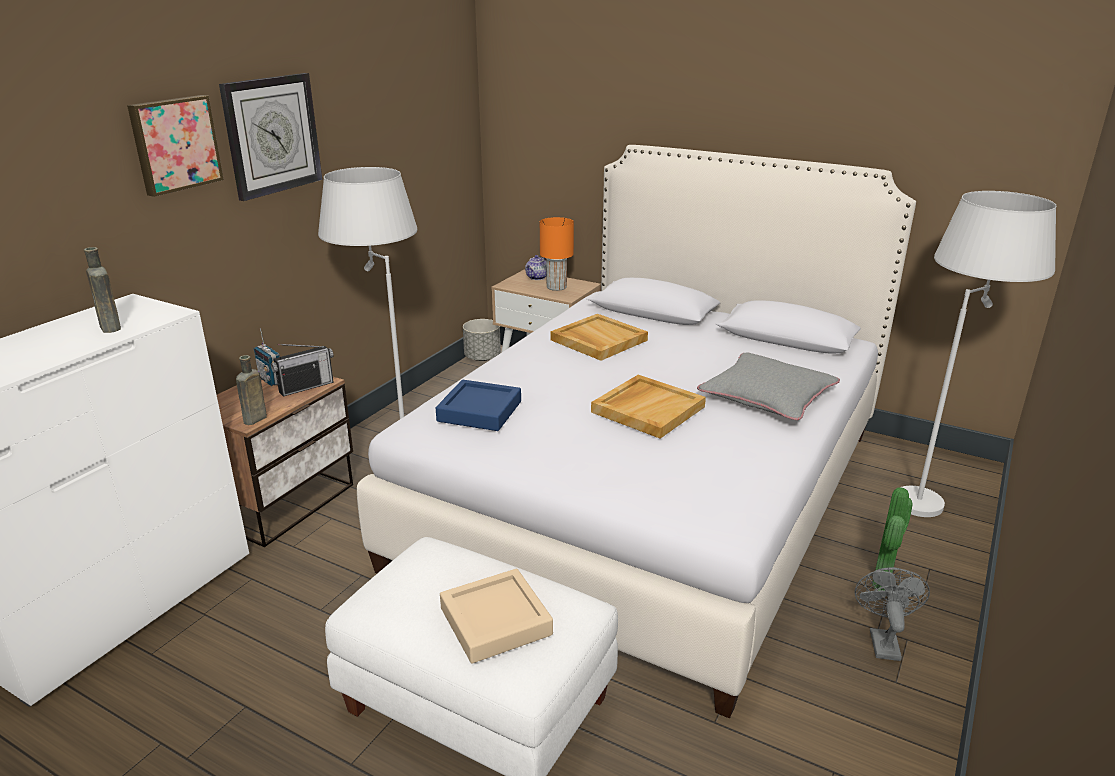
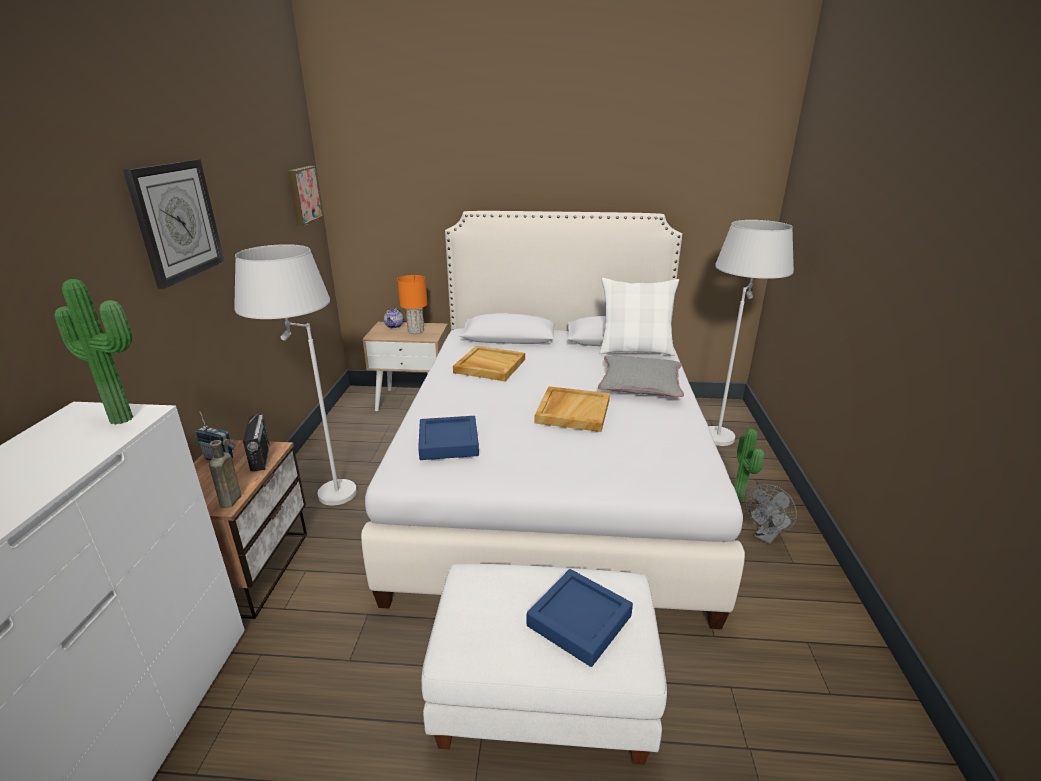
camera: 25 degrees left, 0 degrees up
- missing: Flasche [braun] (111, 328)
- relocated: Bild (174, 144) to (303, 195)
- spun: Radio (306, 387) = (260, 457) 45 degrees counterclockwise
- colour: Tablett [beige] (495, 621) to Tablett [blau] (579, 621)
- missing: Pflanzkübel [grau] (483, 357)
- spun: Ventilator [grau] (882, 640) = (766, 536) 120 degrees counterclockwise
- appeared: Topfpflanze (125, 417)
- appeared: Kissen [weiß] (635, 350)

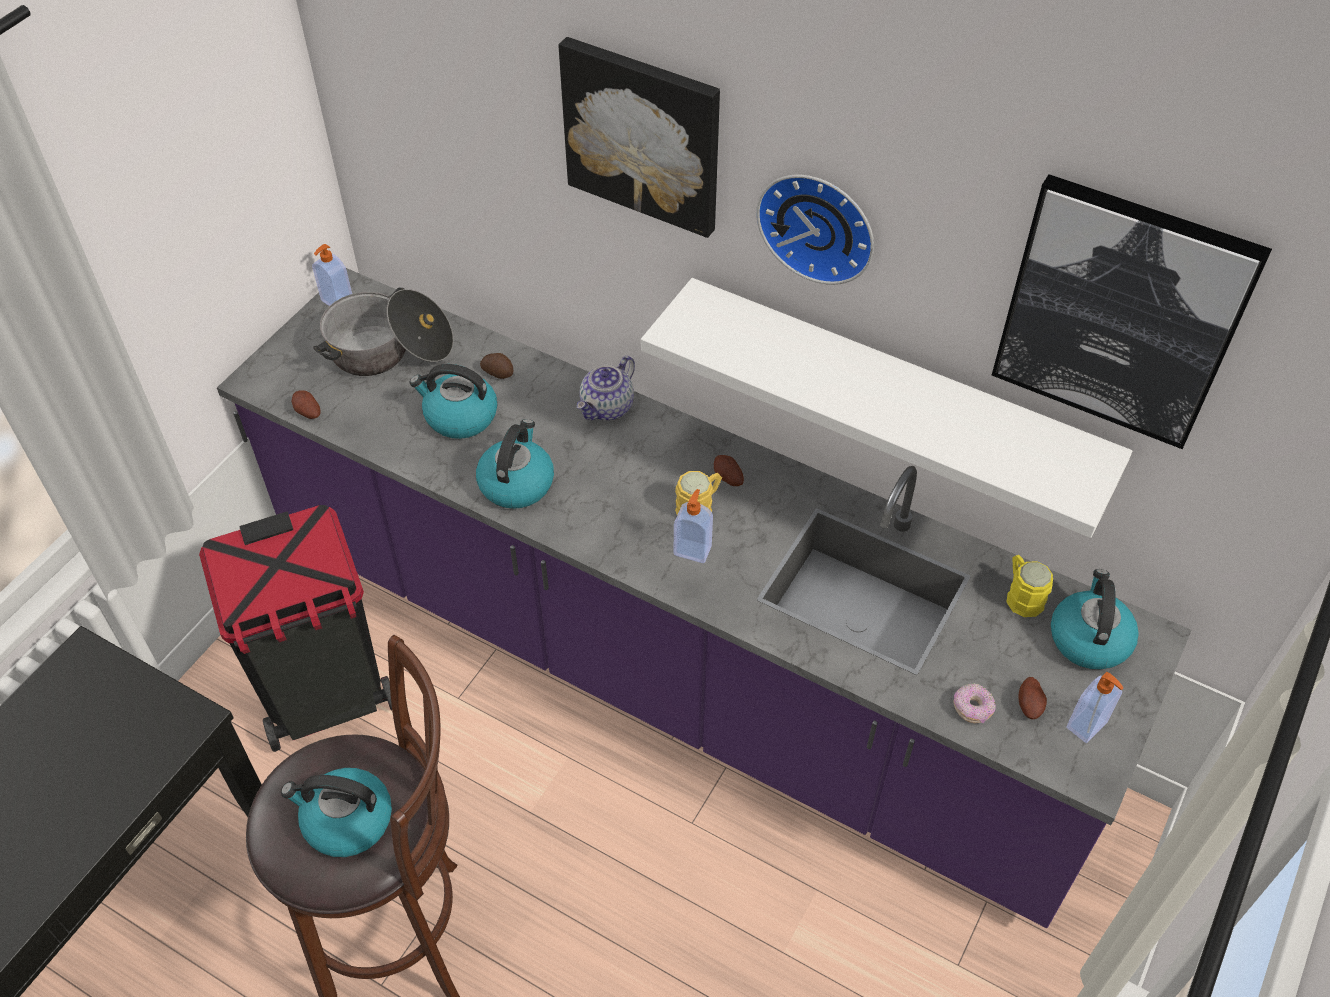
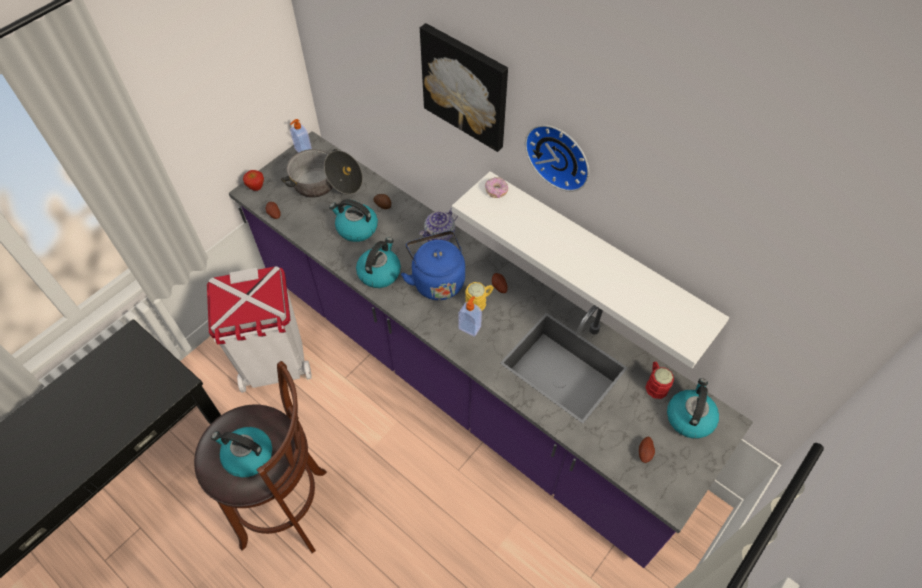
camera: 10 degrees right, 5 degrees up
- colour: Mülleimer [schwarz] (326, 695) to Mülleimer [weiß] (275, 365)
- relocated: Donut (972, 708) to (496, 191)
- missing: Bild (1121, 312)
- colour: Henkelbecher [gelb] (1021, 595) to Henkelbecher [rot] (655, 384)
- missing: Seifenspender (1087, 726)
- appeared: Apfel (256, 188)
- appeared: Wasserkessel [blau] (437, 280)

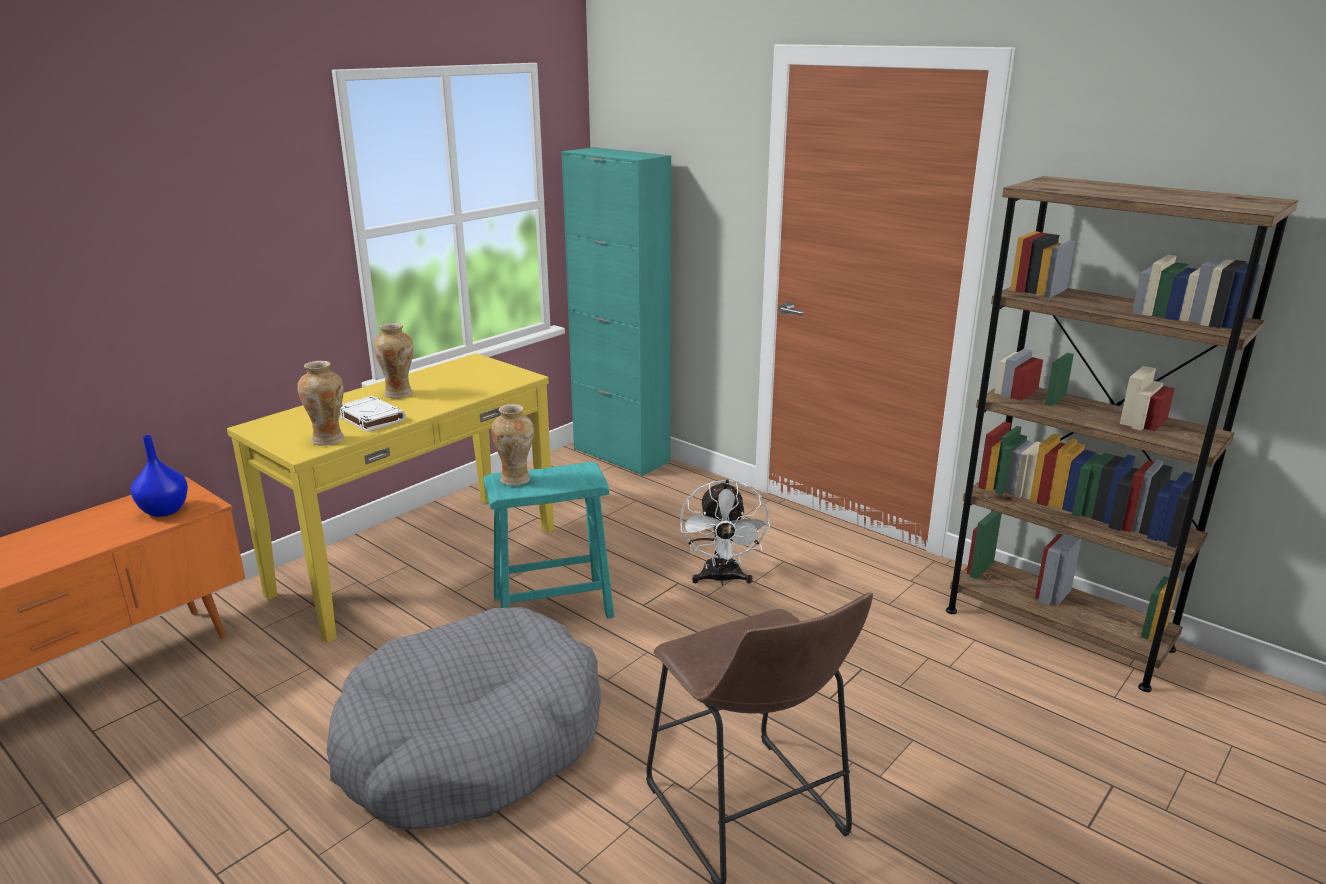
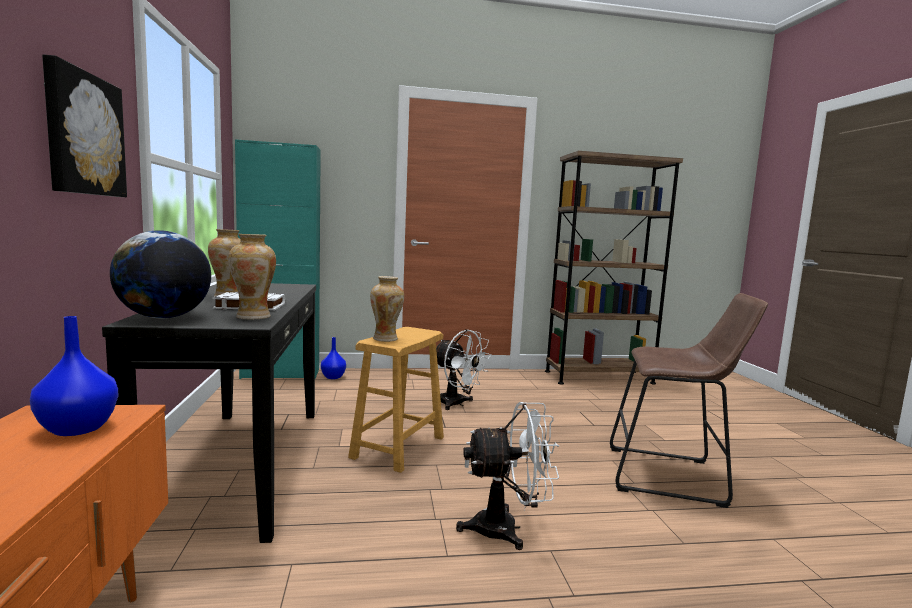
camera: 50 degrees left, 15 degrees down
- colour: Konsolentisch [gelb] (417, 560) to Konsolentisch [schwarz] (241, 465)
- exchanged: Hundebett [grau] (471, 742) to Ventilator [weiß] (507, 528)
- colour: Hocker [türkis] (552, 606) to Hocker [braun] (398, 447)
- appeared: Bild (83, 134)
- appeared: Globus (164, 317)
- appeared: Vase [blau] (333, 377)

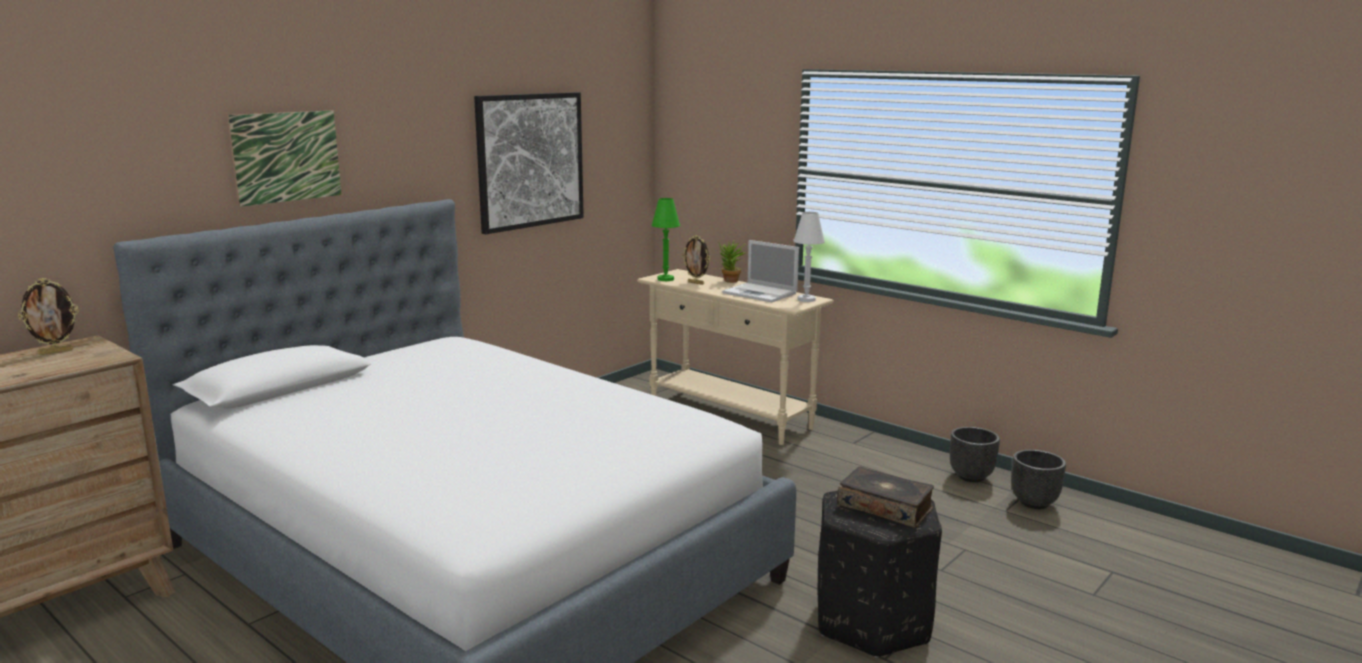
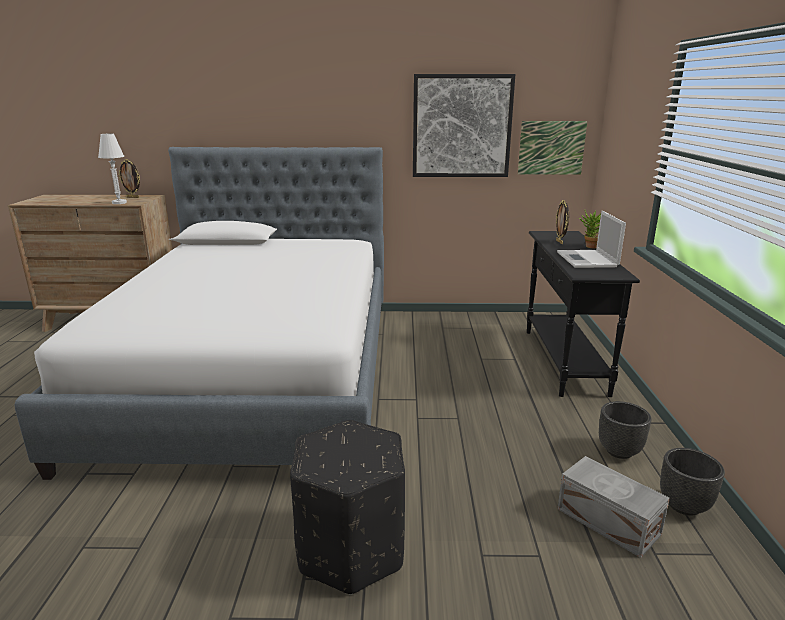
camera: 50 degrees right, 5 degrees up
- relocated: Bild (286, 157) to (551, 148)
- colour: Konsolentisch [beige] (730, 416) to Konsolentisch [schwarz] (564, 361)
- missing: Tischlampe [grün] (665, 279)
- relocated: Tischlampe [weiß] (806, 299) to (119, 203)
- missing: Buch (885, 507)
- relocated: Pflanzkübel [schwarz] (1034, 503) to (620, 451)
- appeared: Aufbewahrungsbox [grau] (608, 522)

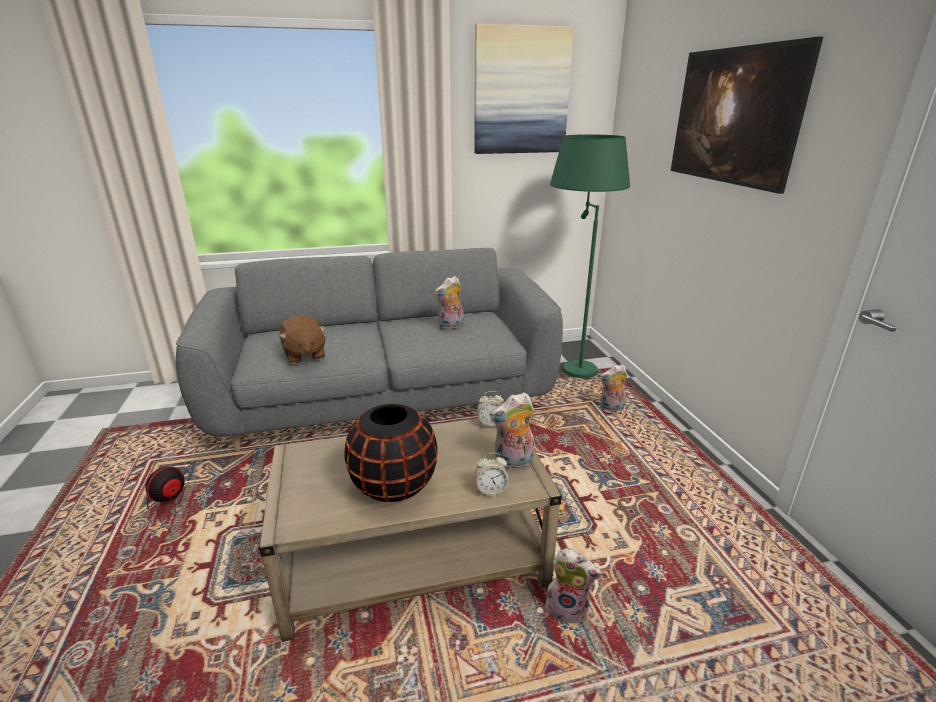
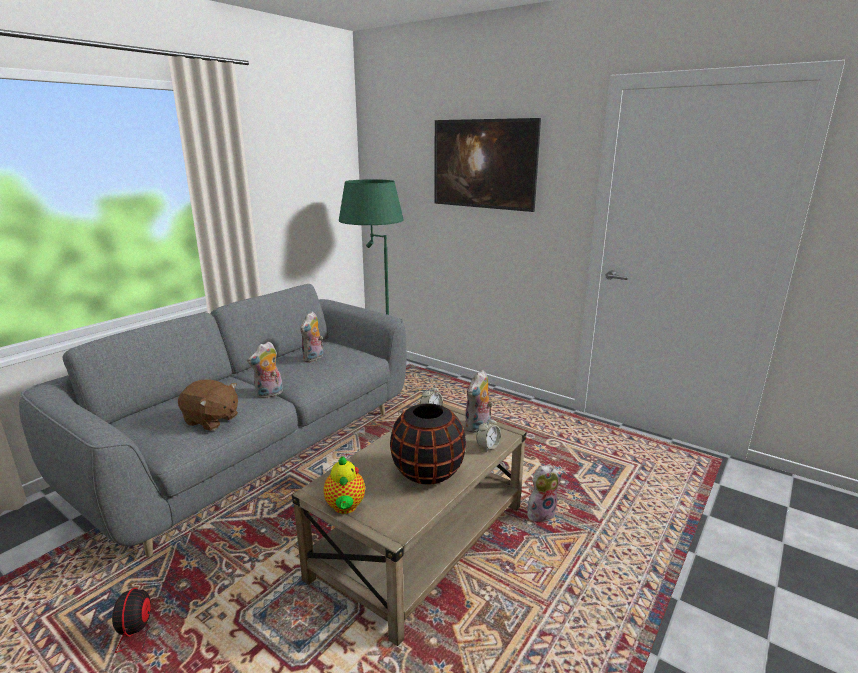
camera: 40 degrees left, 5 degrees down
- missing: Bild (521, 92)
- relocated: Plüschtier (611, 409) to (269, 395)
- appeared: Teekanne (345, 507)

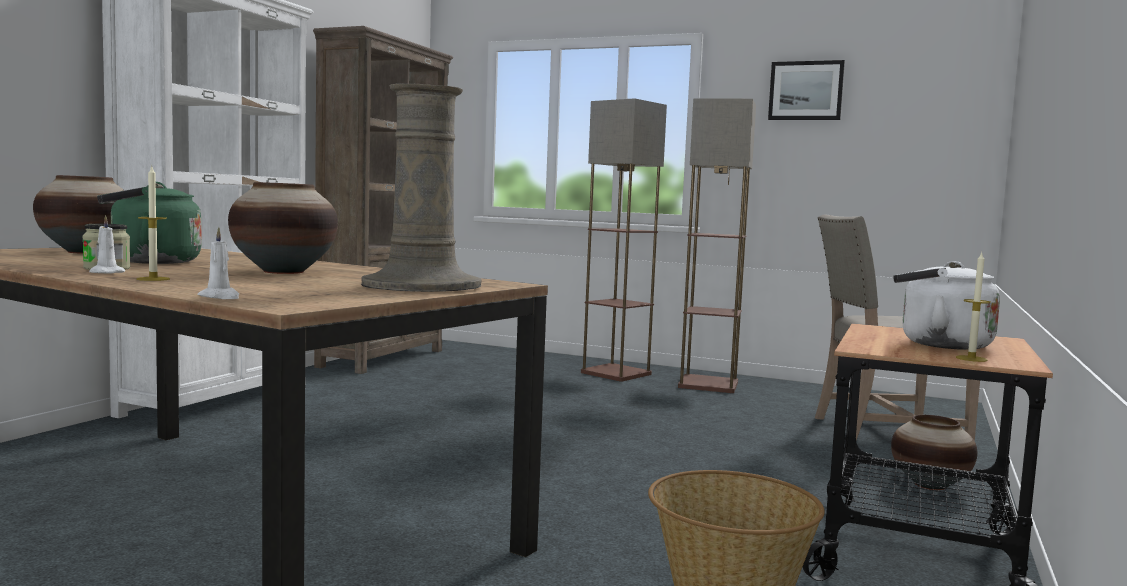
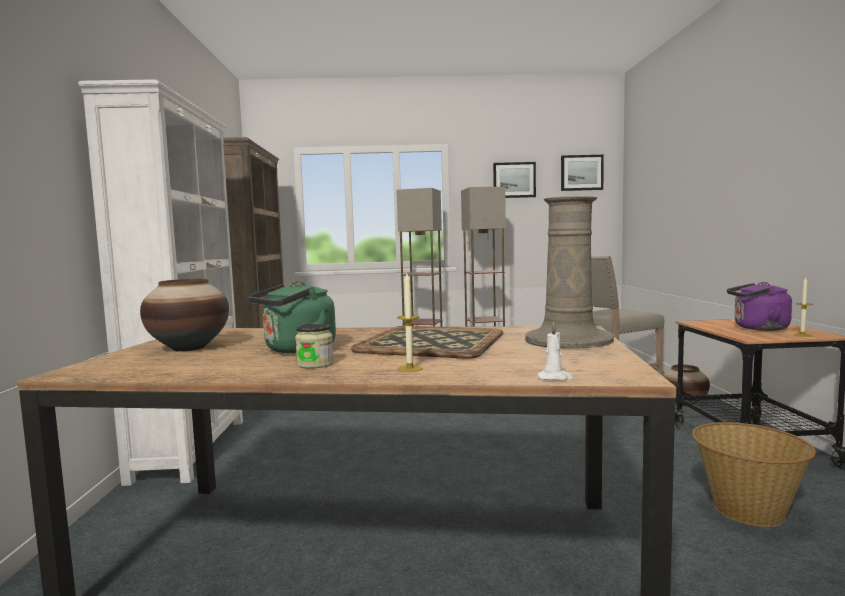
camera: 25 degrees left, 0 degrees up
- missing: Kerze [weiß] (105, 273)
- exchanged: Vase (283, 272) to Tablett (430, 343)
- colour: Wasserkessel [weiß] (939, 344) to Wasserkessel [lila] (757, 328)
- appeared: Bild (581, 173)

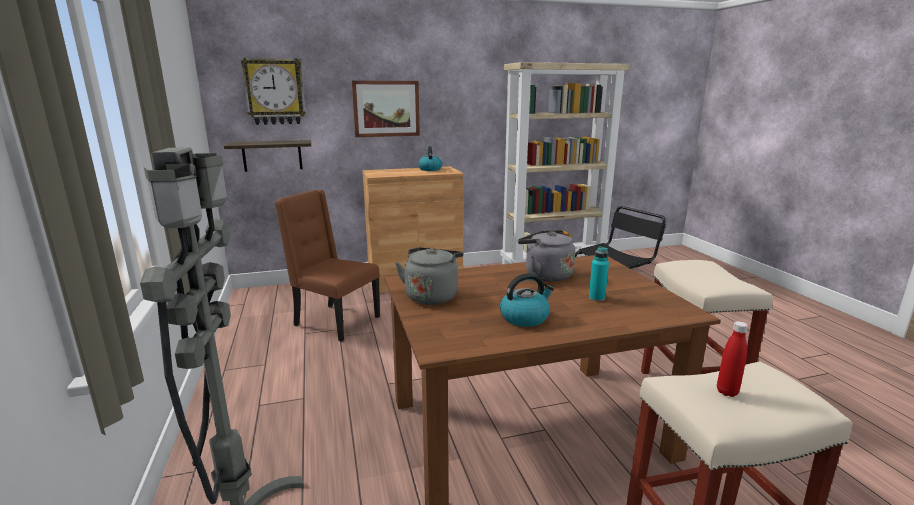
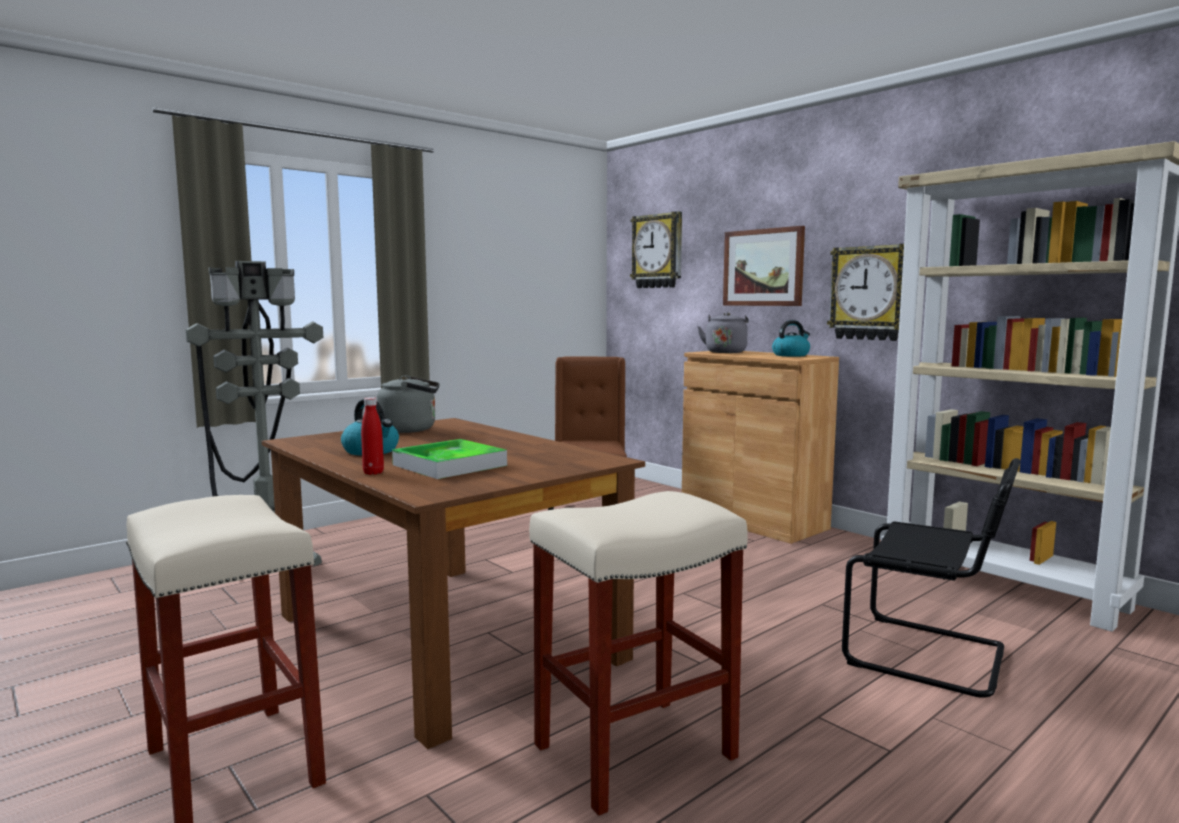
camera: 65 degrees right, 10 degrees down
- missing: Wandregal (272, 155)
- relocated: Wasserkessel [grau] (545, 275) to (725, 352)
- exchanged: Flasche [türkis] (596, 298) to Tablett (449, 465)
- relocated: Flasche [rot] (727, 392) to (373, 473)
- appeared: Wanduhr (870, 293)

